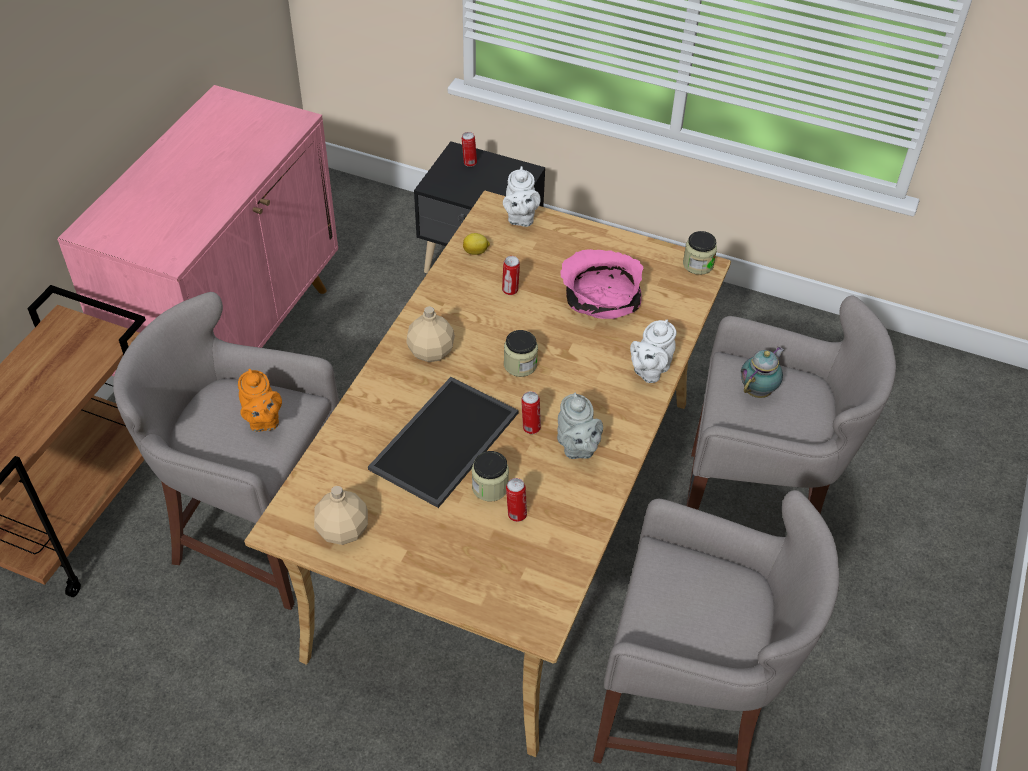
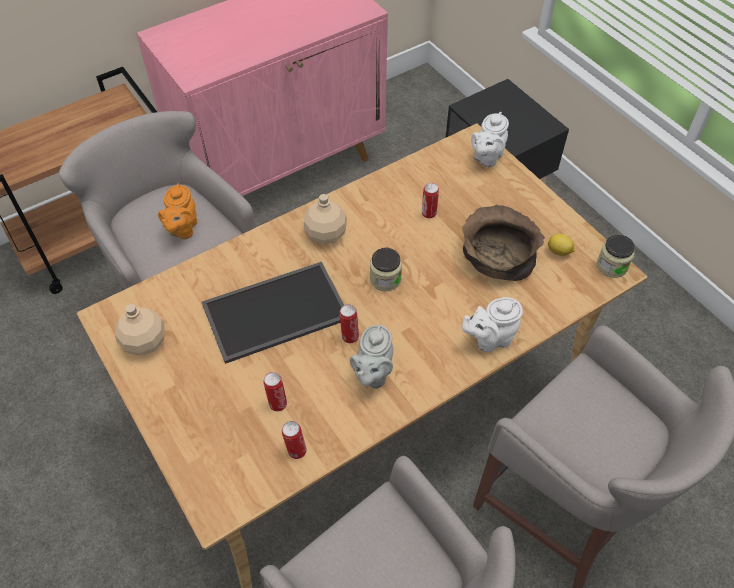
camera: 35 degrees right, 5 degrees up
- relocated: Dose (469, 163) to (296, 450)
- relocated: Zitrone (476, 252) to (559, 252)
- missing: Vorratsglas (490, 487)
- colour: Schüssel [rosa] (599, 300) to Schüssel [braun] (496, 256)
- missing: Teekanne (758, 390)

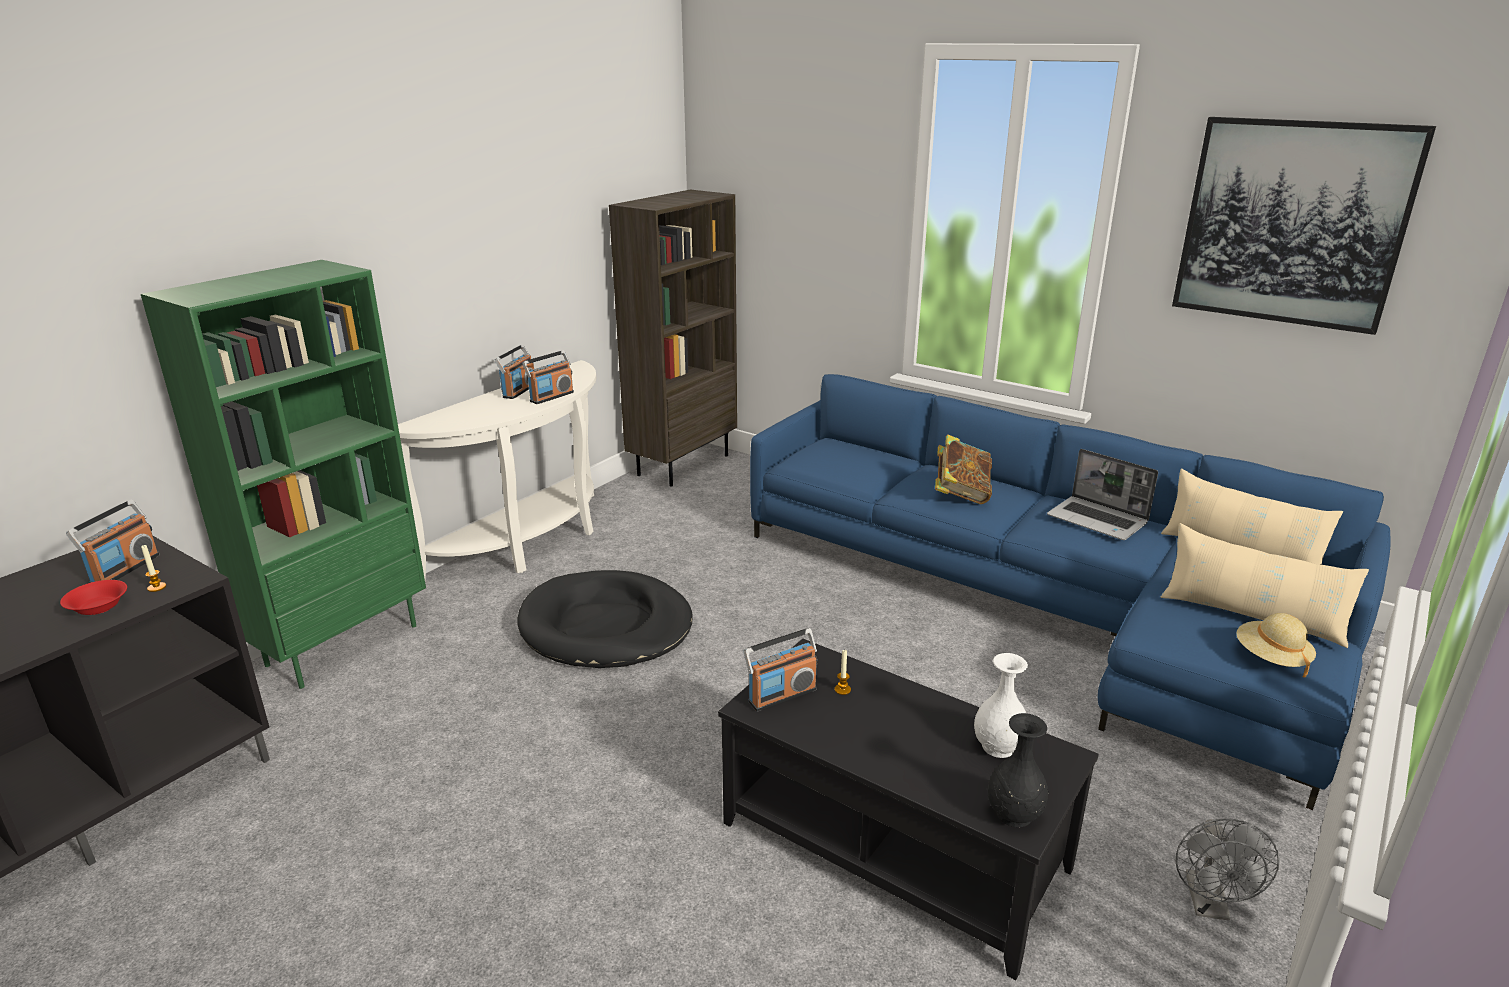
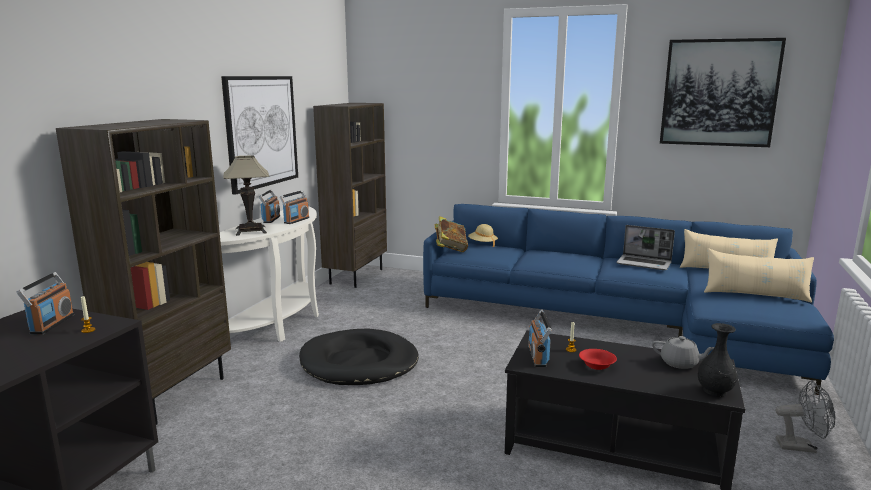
camera: 15 degrees left, 10 degrees down
- relocated: Schüssel [rot] (98, 607) to (596, 366)
- colour: Bücherregal [grün] (343, 644) to Bücherregal [braun] (173, 395)
- spun: Radio (782, 695) = (537, 356) 135 degrees clockwise
- relocated: Buch (961, 494) to (450, 249)
- exchanged: Vase [weiß] (999, 747) to Teekanne [grau] (680, 363)
- spun: Ventilator [grau] (1209, 905) = (801, 446) 75 degrees counterclockwise
- relocated: Hut [beige] (1271, 658) to (482, 244)
- appeared: Bild (262, 131)
- appeared: Tischlampe (251, 231)

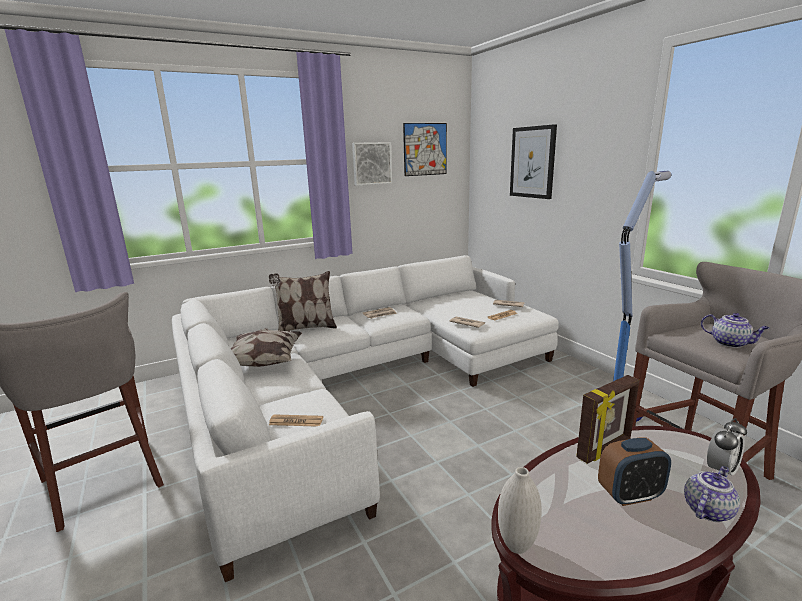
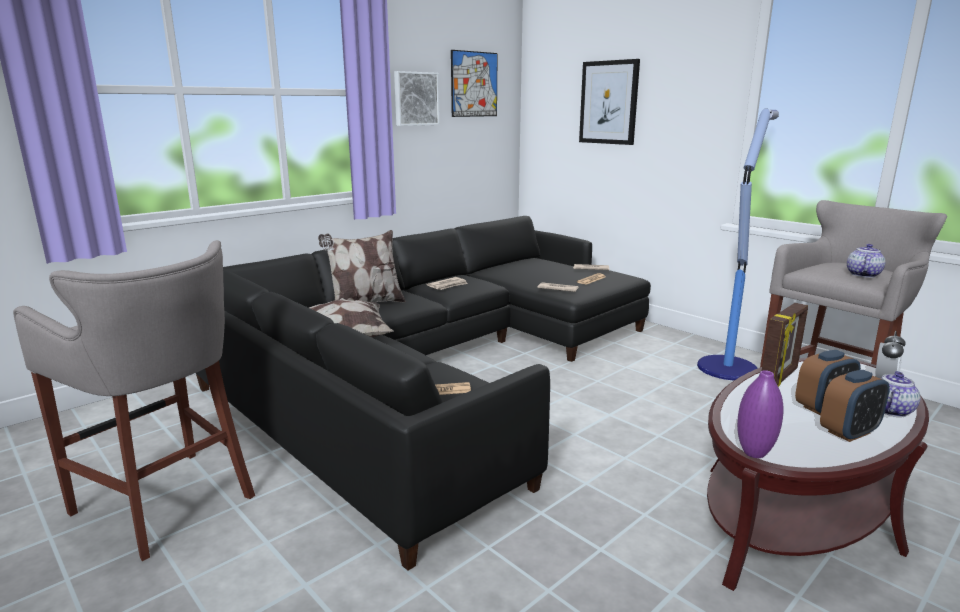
camera: 15 degrees left, 0 degrees up
- colour: Sofa [weiß] (363, 382) to Sofa [schwarz] (440, 368)
- colour: Vase [weiß] (517, 545) to Vase [lila] (754, 453)
- spun: Teekanne (730, 343) = (862, 274) 90 degrees counterclockwise
- appeared: Wecker (849, 432)

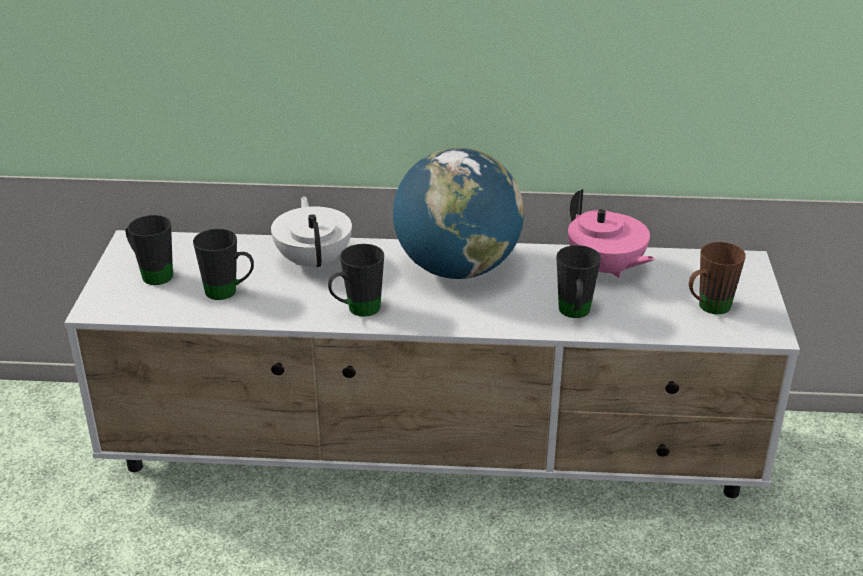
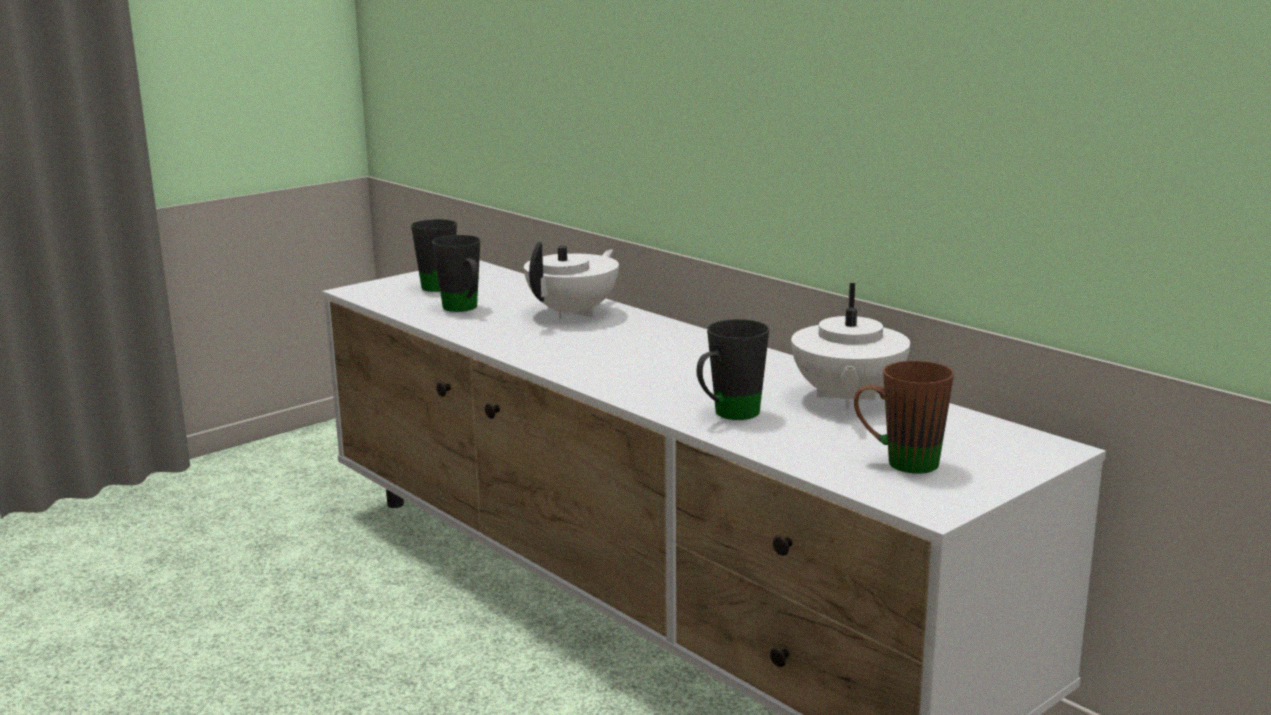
camera: 45 degrees right, 15 degrees down
- missing: Henkelbecher [schwarz] (356, 310)
- missing: Globus (457, 268)
- colour: Teekanne [rosa] (605, 269) to Teekanne [weiß] (846, 399)

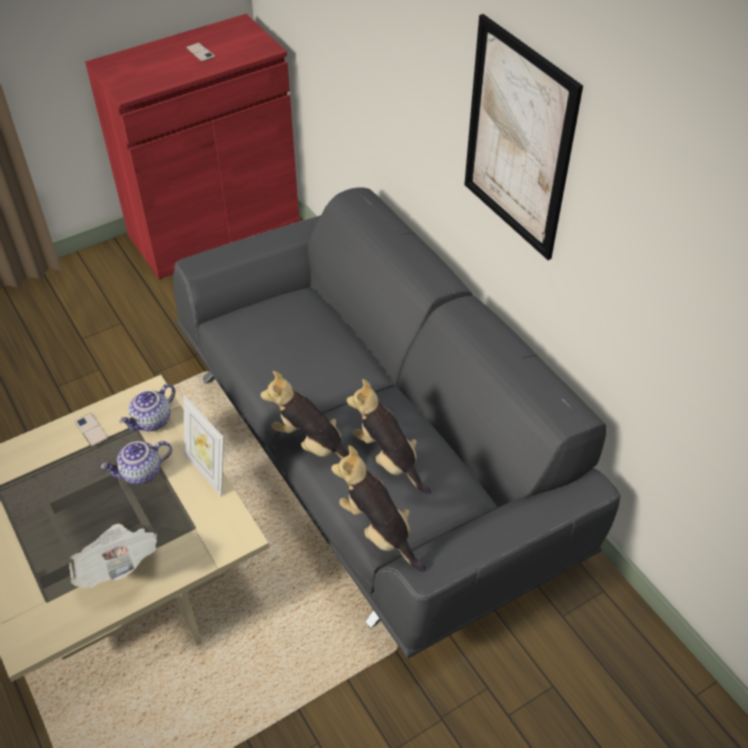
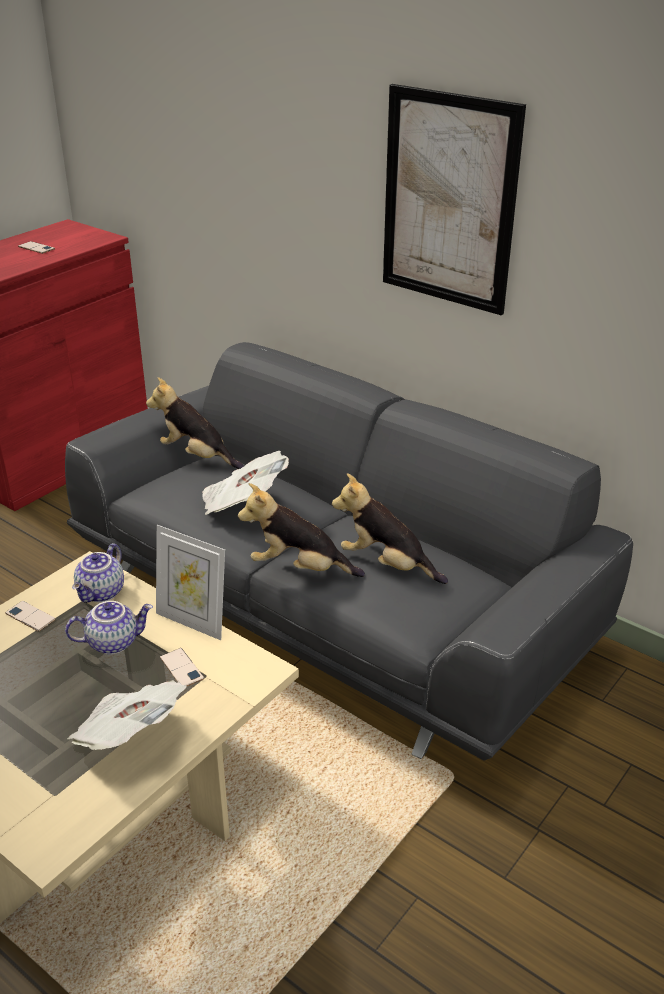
camera: 20 degrees left, 15 degrees down
- spun: Teekanne (141, 473) = (113, 642) 150 degrees counterclockwise
- relocated: Plüschtier (379, 530) to (196, 456)
- appeared: Handy (181, 668)
- appeared: Zeitung (243, 502)

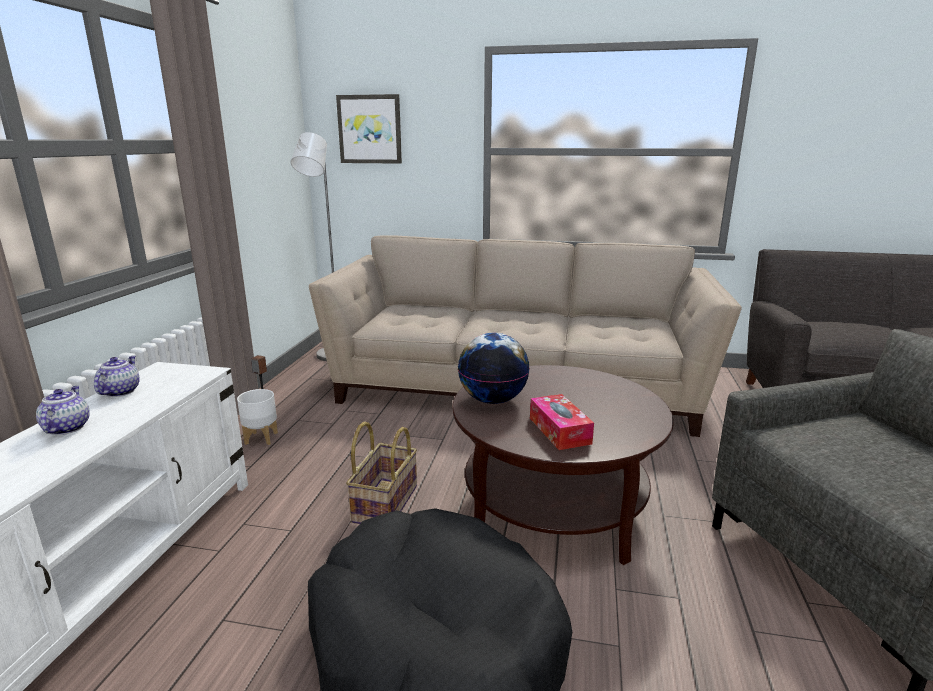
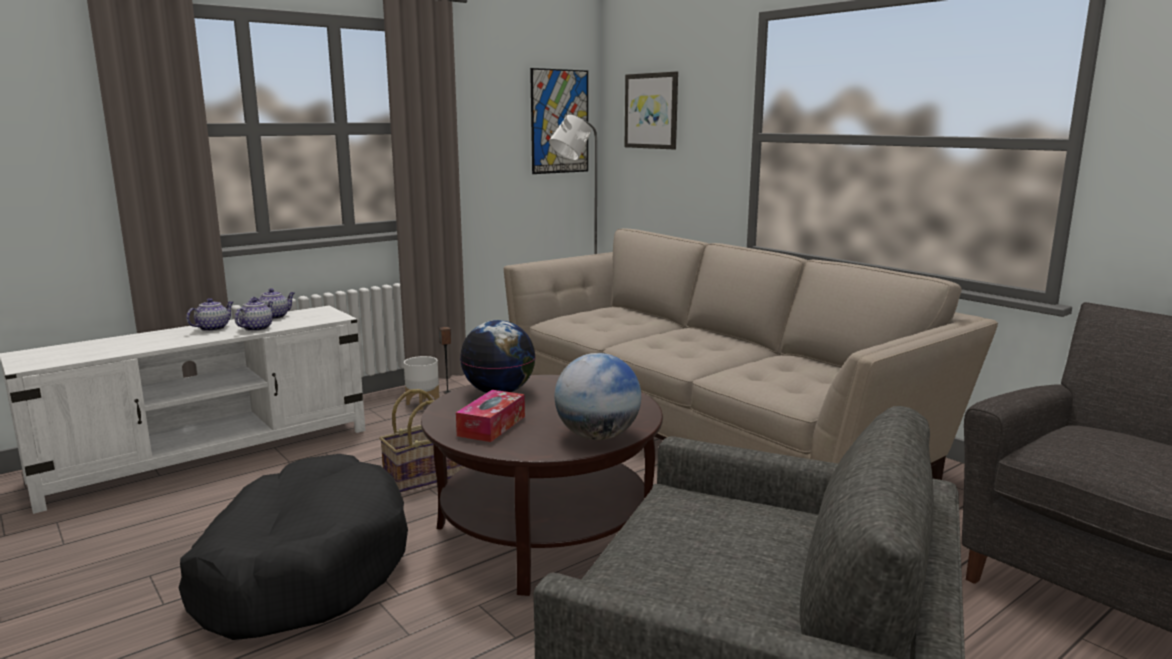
camera: 40 degrees right, 5 degrees down
- appeared: Teekanne (257, 328)
- appeared: Bild (559, 121)
- appeared: Globus (597, 436)

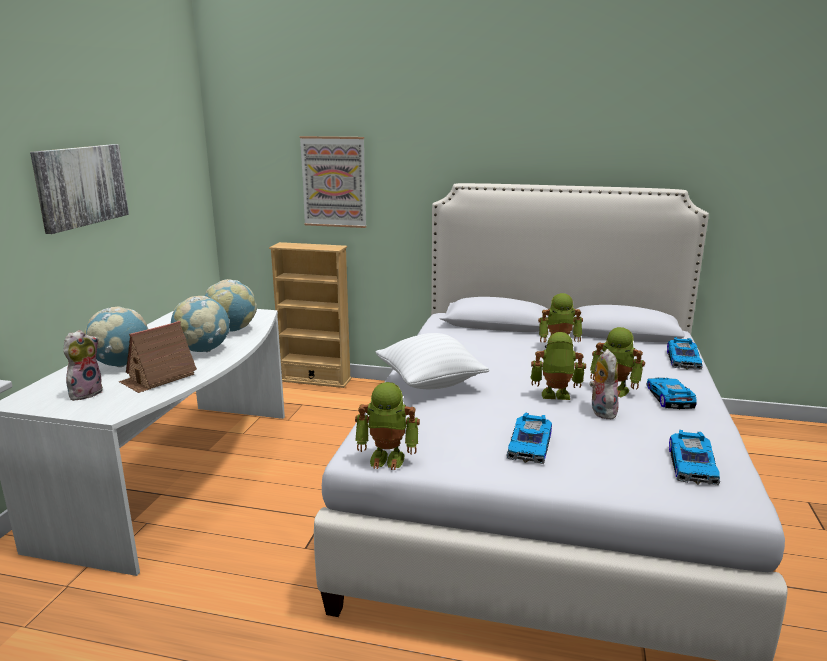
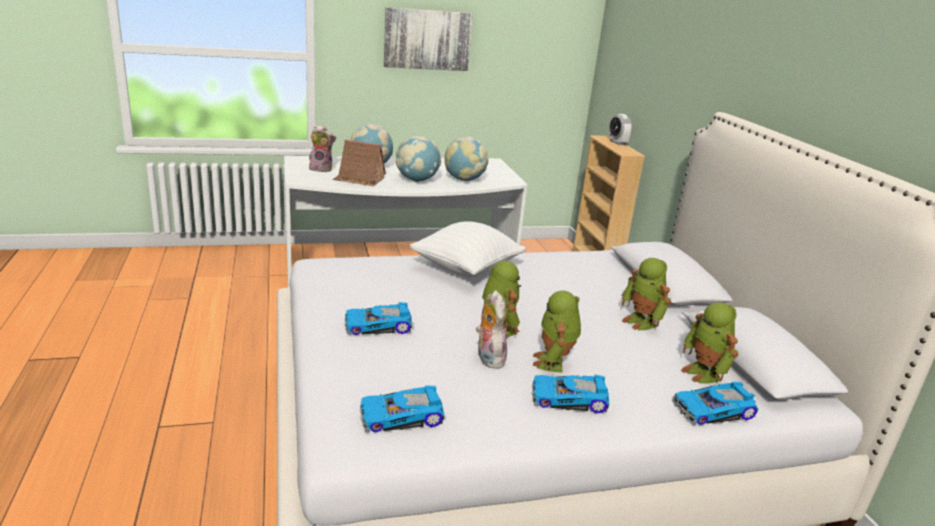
camera: 60 degrees right, 5 degrees up
- missing: Bild (334, 182)
- relocated: Spielzeugroboter (388, 458) to (704, 373)
- spun: Plüschtier (601, 411) = (488, 358) 75 degrees counterclockwise
- spun: Spielzeugauto (668, 397) = (569, 400) 150 degrees counterclockwise
- appeared: Wecker (617, 143)

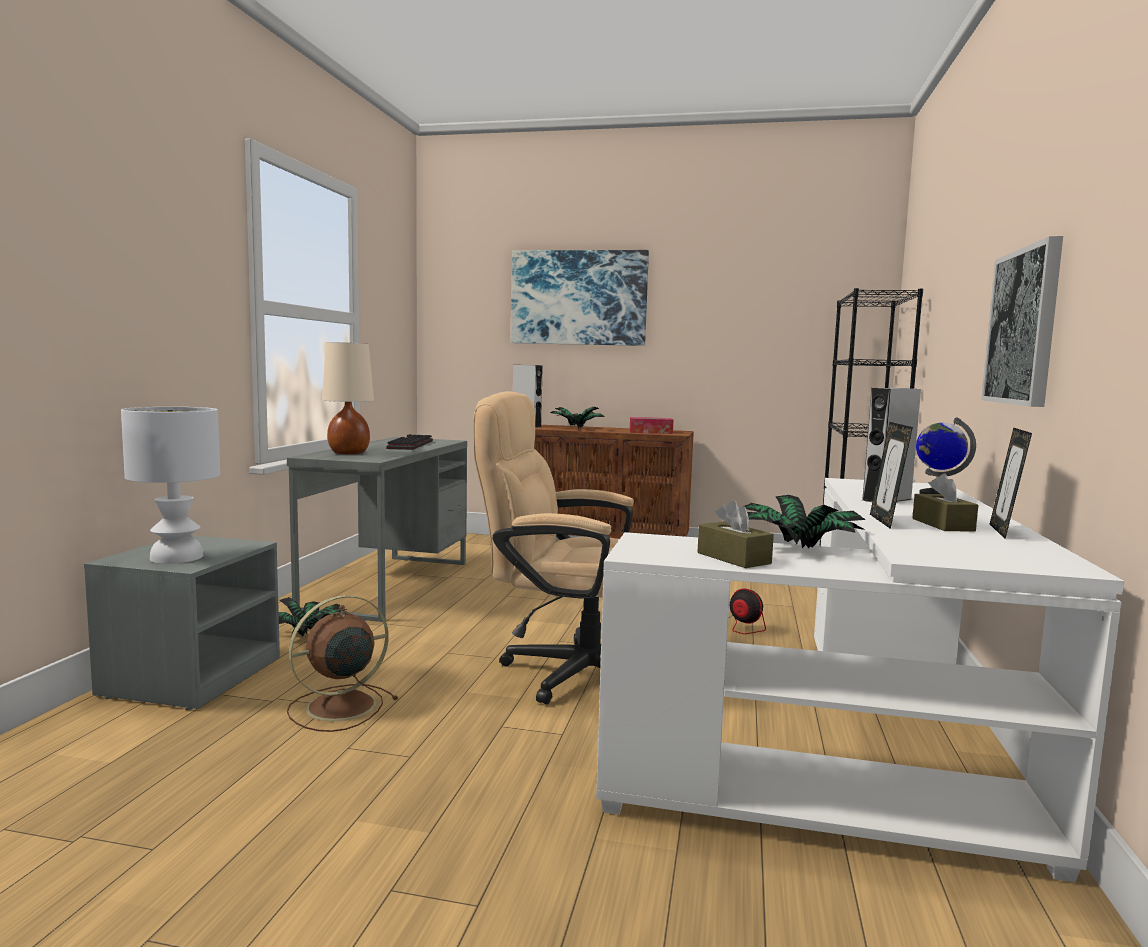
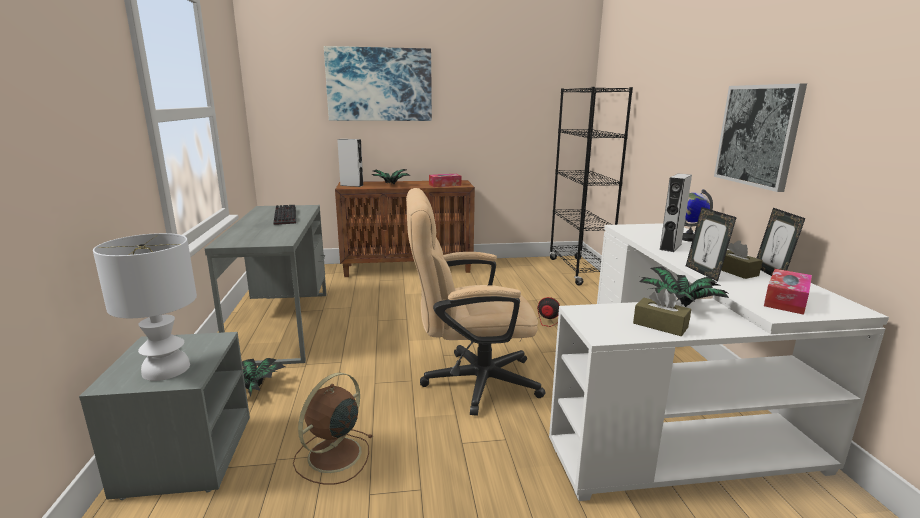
camera: 20 degrees left, 10 degrees up
- missing: Tischlampe [beige] (349, 453)
- appeared: Taschentuchbox (786, 300)

